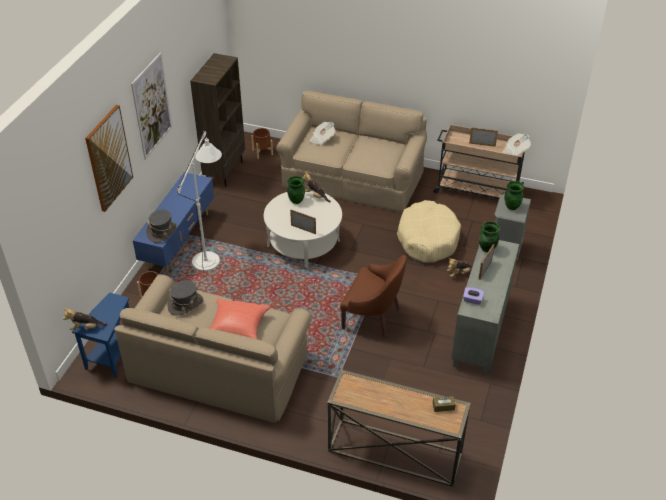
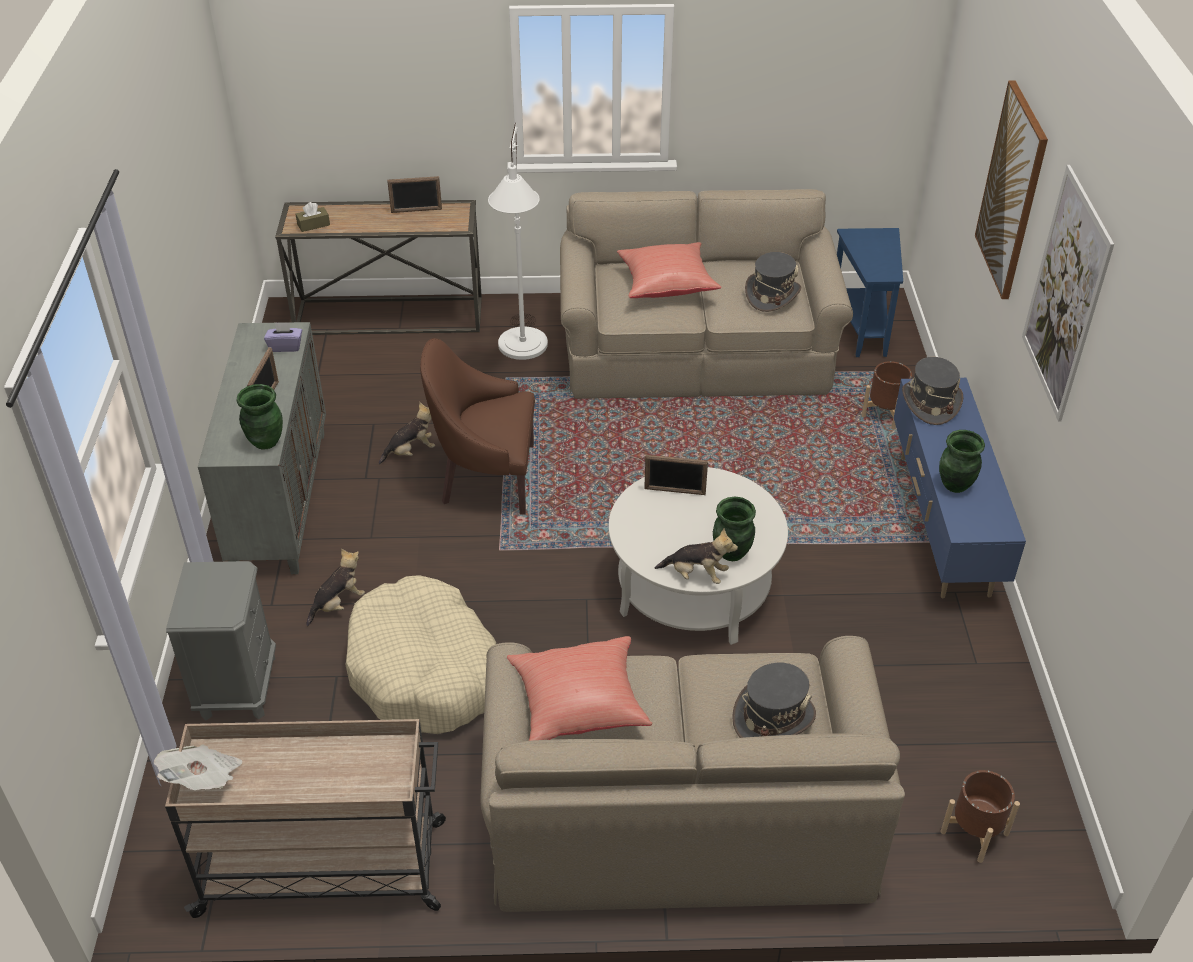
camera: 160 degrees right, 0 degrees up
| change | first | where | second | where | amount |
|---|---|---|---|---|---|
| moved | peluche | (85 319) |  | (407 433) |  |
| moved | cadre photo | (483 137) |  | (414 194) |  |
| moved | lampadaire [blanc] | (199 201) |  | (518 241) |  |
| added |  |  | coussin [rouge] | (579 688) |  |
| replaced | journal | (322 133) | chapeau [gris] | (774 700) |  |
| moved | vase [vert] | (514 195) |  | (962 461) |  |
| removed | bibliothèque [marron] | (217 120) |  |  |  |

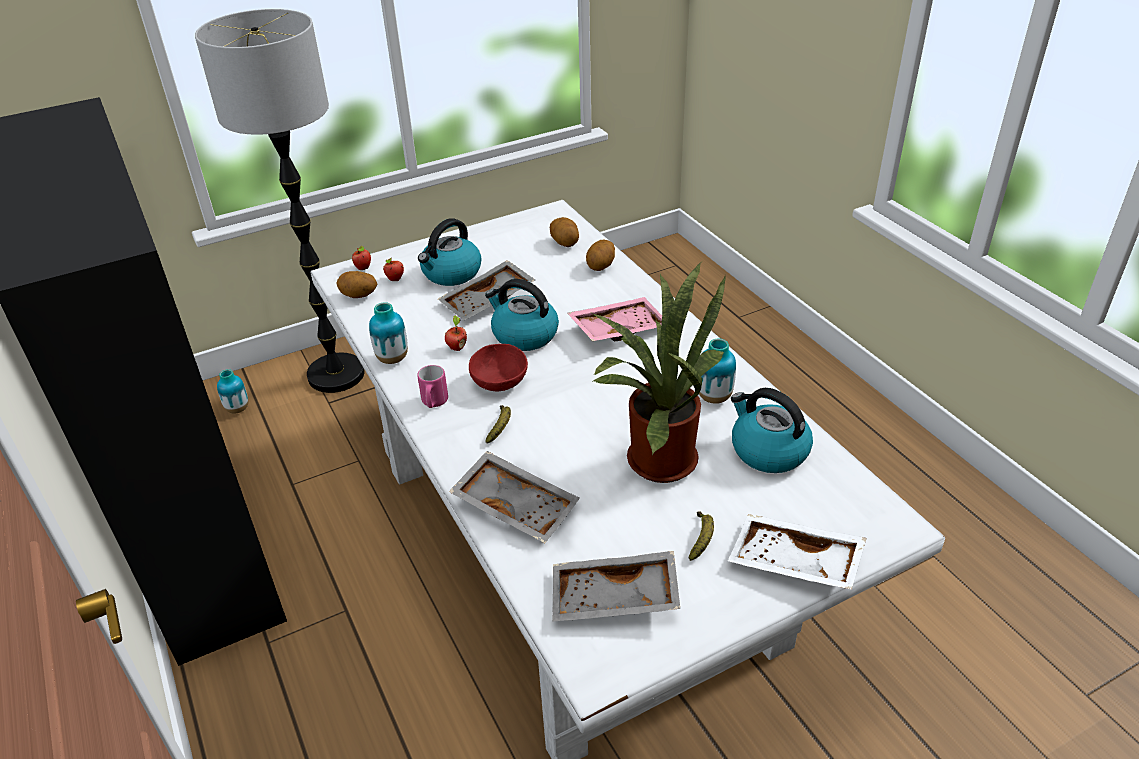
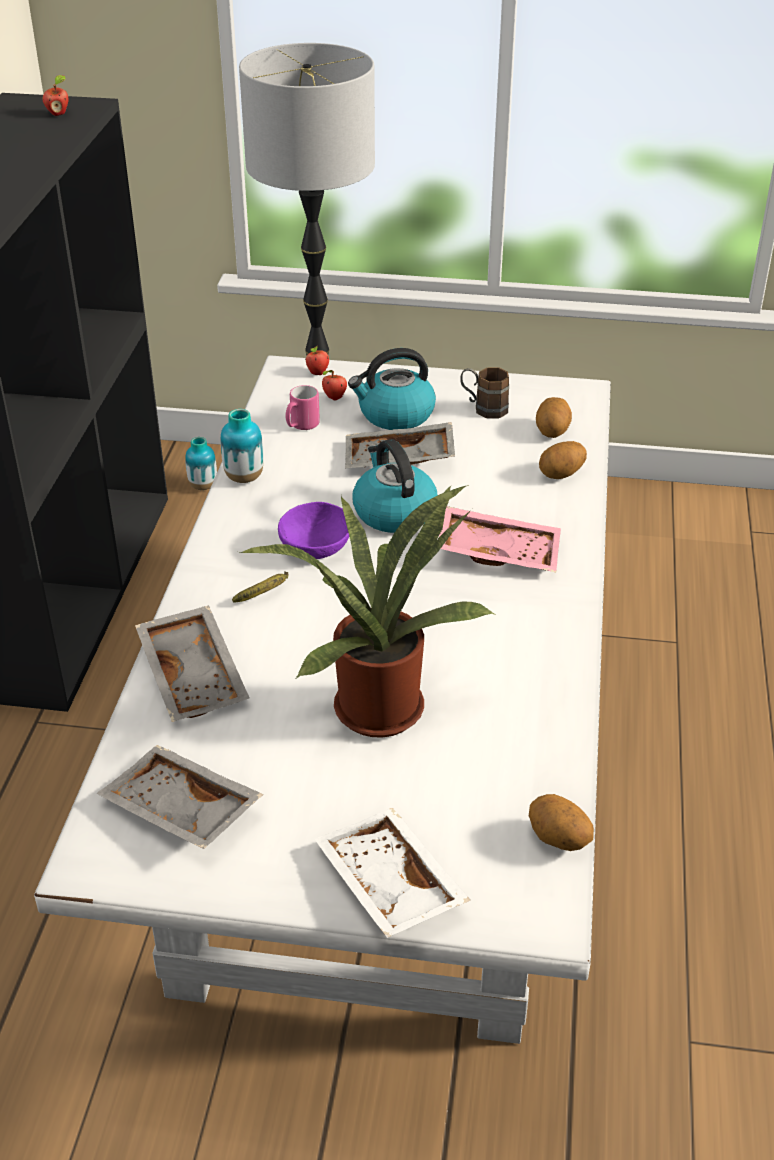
camera: 35 degrees right, 0 degrees up
| change | first | where | second | where | amount |
|---|---|---|---|---|---|
| moved | pomme | (456 333) |  | (55 95) |  |
| recoloured | bol [rouge] | (498 367) | bol [violet] | (313 530) |  |
| moved | mug [rose] | (432 386) |  | (302 407) |  |
| added |  |  | mug [marron] | (484 393) |  |
| moved | pomme de terre | (357 284) |  | (561 822) |  |
| removed | banane | (701 536) |  |  |  |
| removed | vase | (717 371) |  |  |  |
| removed | bouilloire | (772 430) |  |  |  |

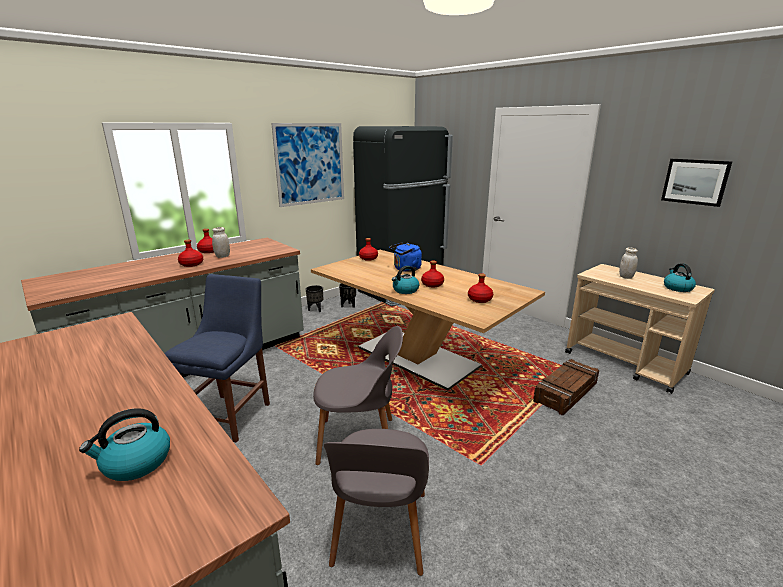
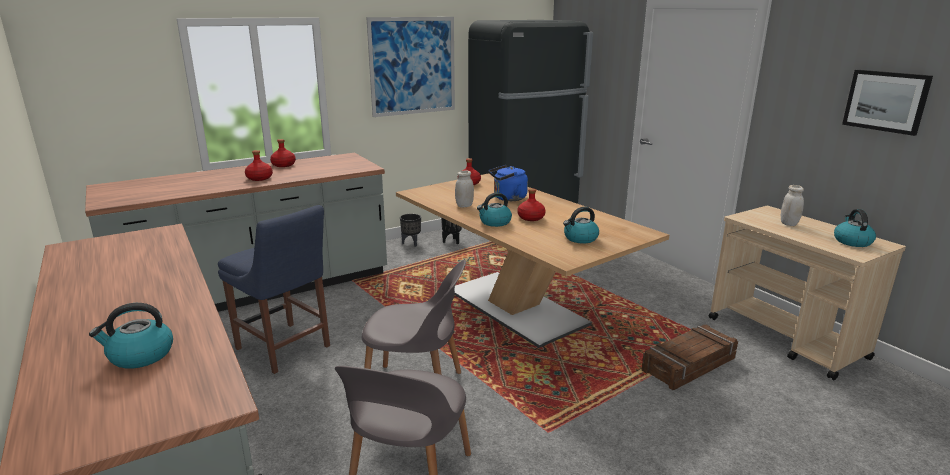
camera: 10 degrees right, 0 degrees up
| change | first | where | second | where | amount |
|---|---|---|---|---|---|
| turned | chaise [bleu] | (217 358) |  | (274 289) | 105 degrees clockwise |
| moved | bocal [blanc] | (221 242) |  | (464 189) |  |
| replaced | bouteille [rouge] | (480 288) | bouilloire | (581 225) |  |

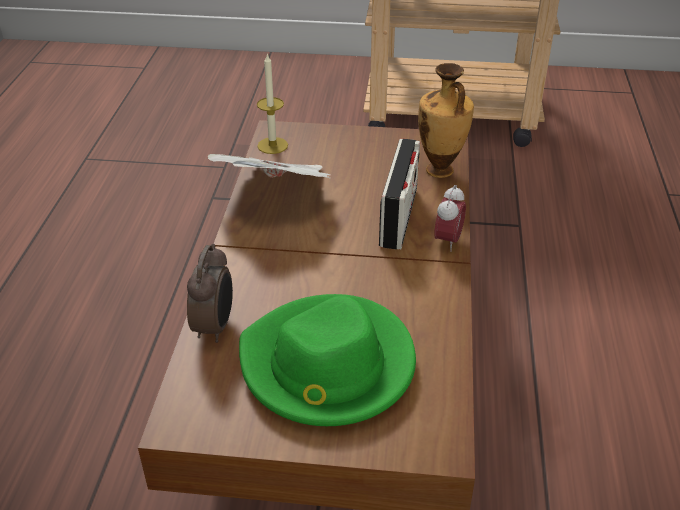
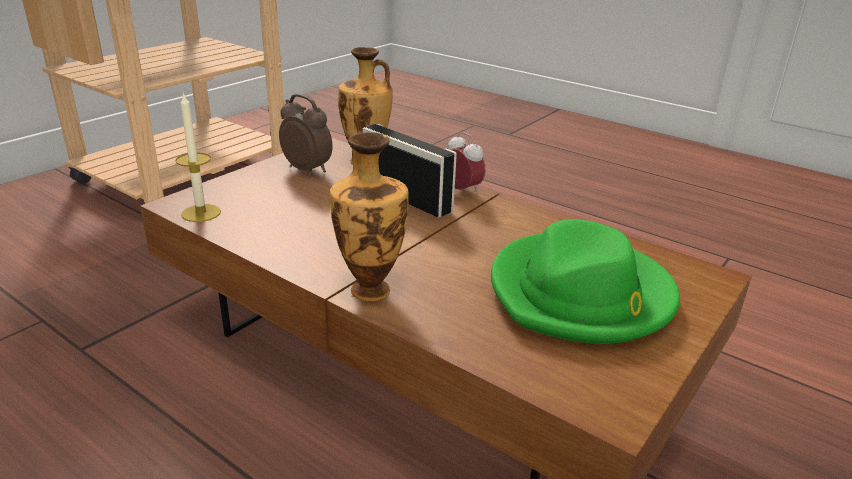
camera: 60 degrees left, 10 degrees down
| change | first | where | second | where | amount |
|---|---|---|---|---|---|
| moved | réveil | (210 293) |  | (306 134) |  |
| added |  |  | vase | (369 217) |  |
| removed | journal | (268 166) |  |  |  |

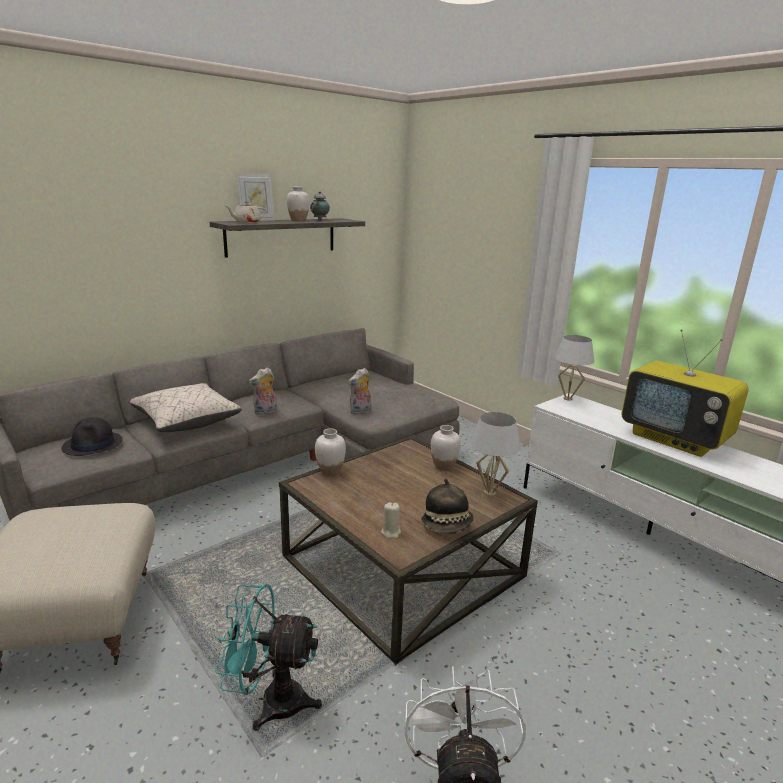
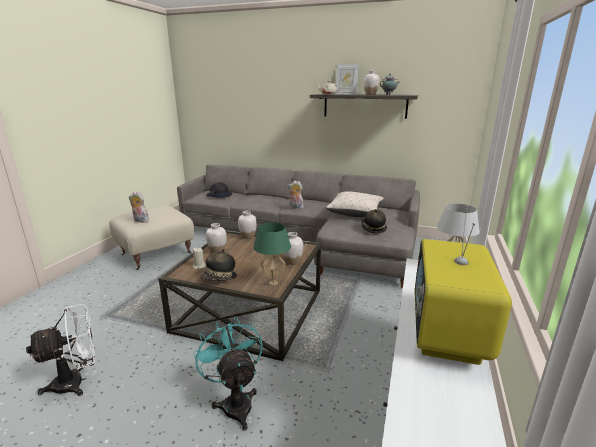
camera: 60 degrees right, 0 degrees up
| change | first | where | second | where | amount |
|---|---|---|---|---|---|
| moved | peluche | (359 391) |  | (139 207) |  |
| moved | ventilateur [turquoise] | (268 657) |  | (228 373) |  |
| added |  |  | vase [blanc] | (216 238) |  |
| recoloured | lampe de table [blanc] | (495 454) | lampe de table [vert] | (272 254) |  |
| moved | coussin [beige] | (186 407) |  | (355 204) |  |
| added |  |  | chapeau | (374 221) |  |

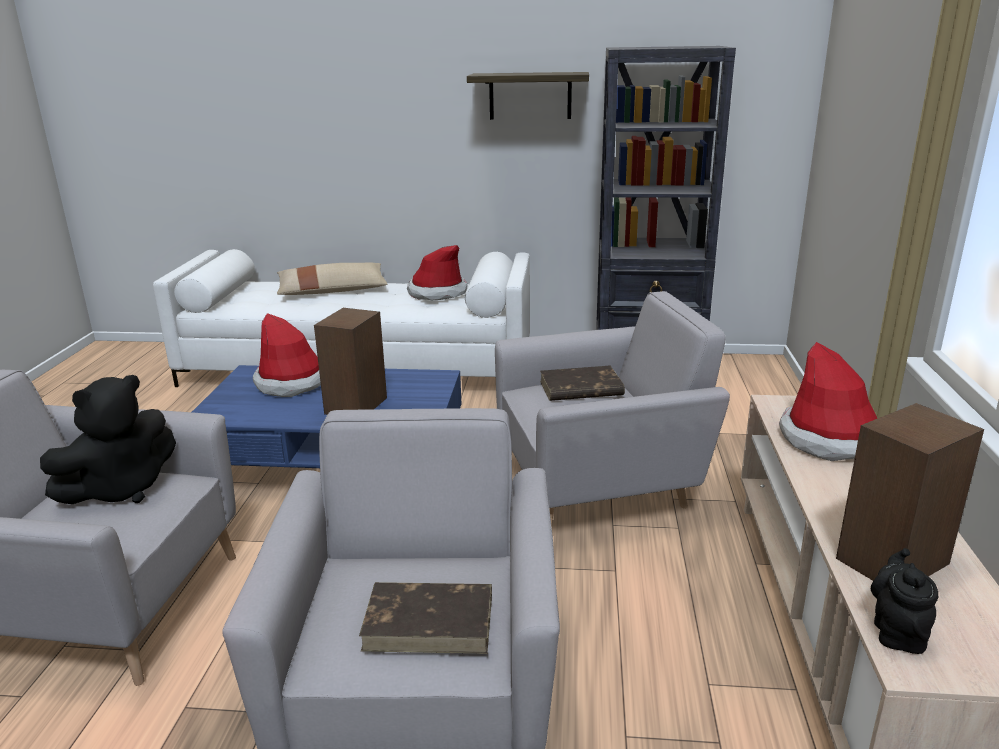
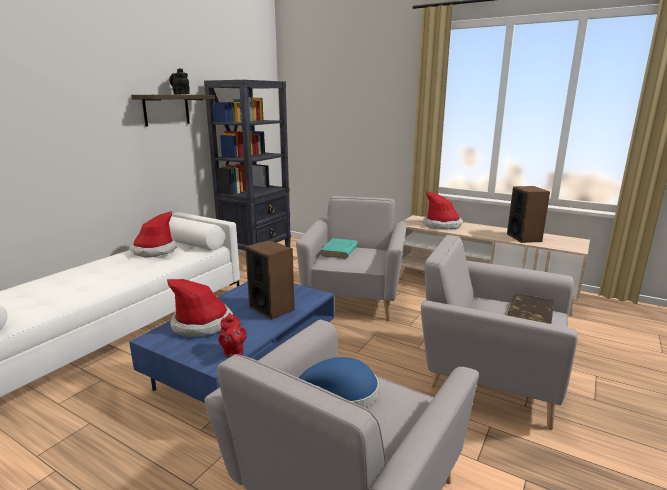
camera: 65 degrees left, 5 degrees down
| change | first | where | second | where | amount |
|---|---|---|---|---|---|
| moved | théière [noir] | (904 601) |  | (179 81) |  |
| added |  |  | théière [rouge] | (232 335) |  |
| replaced | peluche [noir] | (108 439) | chapeau [bleu] | (339 382) |  |
| recoloured | livre [marron] | (582 383) | livre [turquoise] | (339 248) |  |
| removed | coussin [beige] | (332 279) |  |  |  |

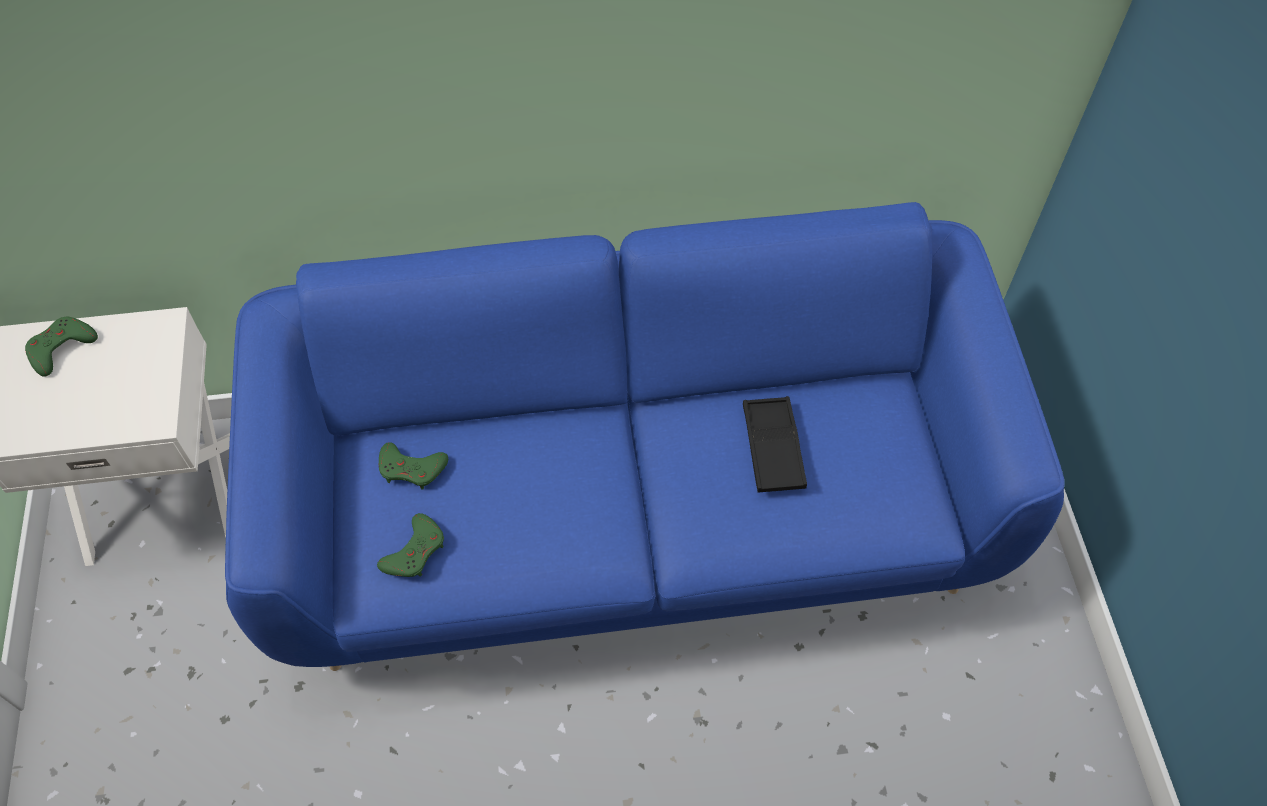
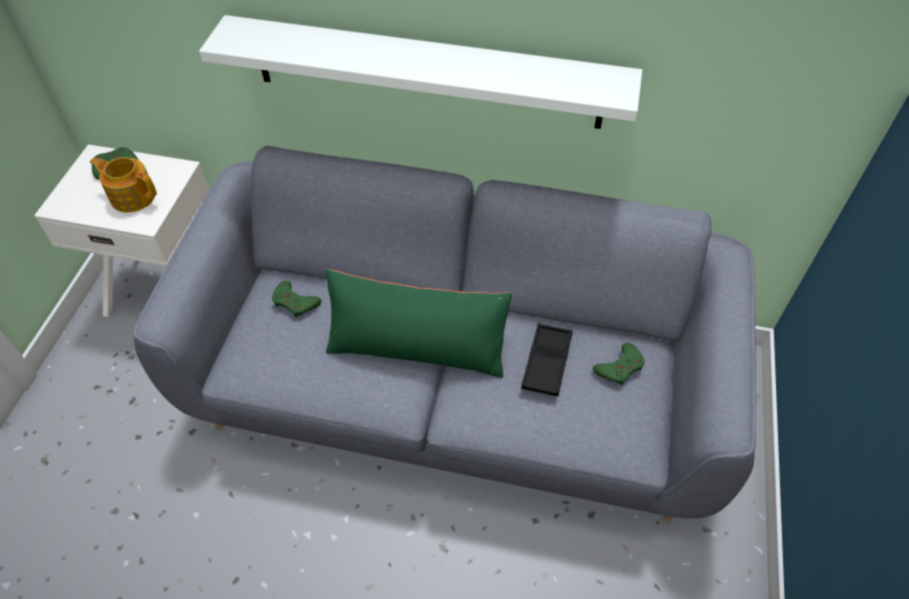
camera: 20 degrees right, 5 degrees down
| change | first | where | second | where | amount |
|---|---|---|---|---|---|
| added |  |  | théière | (123 184) |  |
| recoloured | canapé [bleu] | (645 436) | canapé [gris] | (444 334) |  |
| added |  |  | étagère [blanc] | (420 72) |  |
| added |  |  | coussin [vert] | (419 323) |  |
| moved | manette [vert] | (410 545) |  | (618 364) |  |

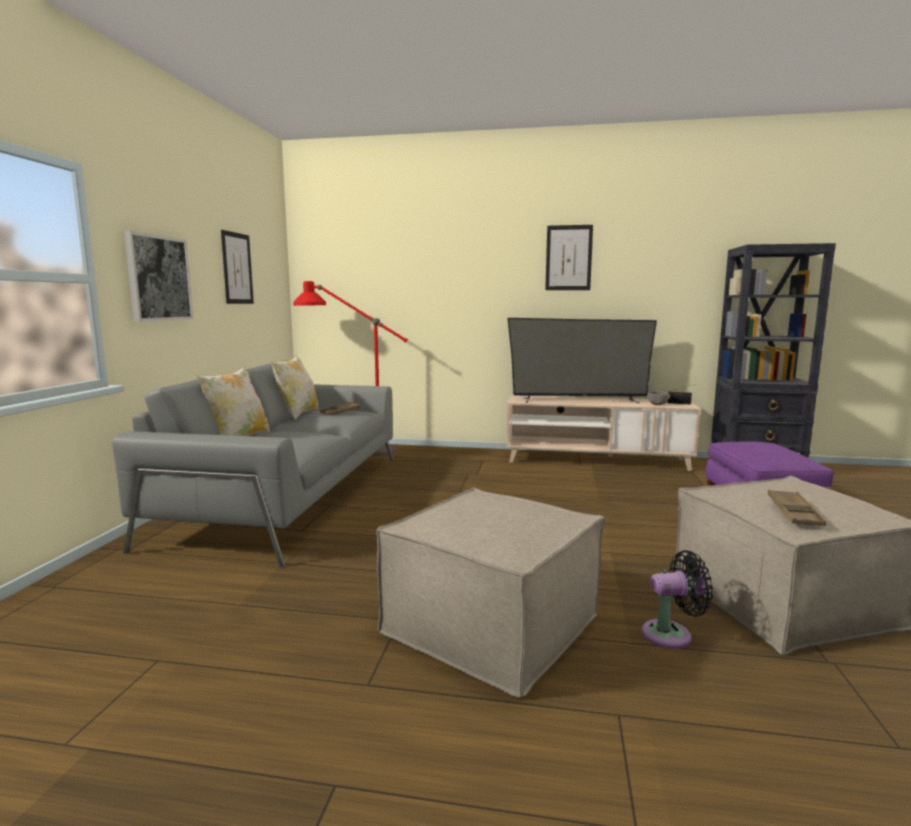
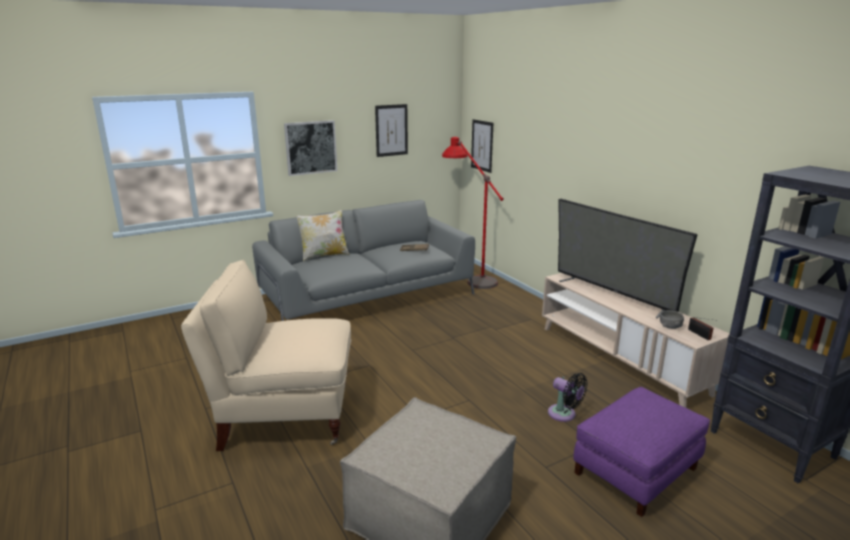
camera: 50 degrees right, 10 degrees up
| change | first | where | second | where | amount |
|---|---|---|---|---|---|
| replaced | pouf [beige] | (490 592) | fauteuil [beige] | (266 355) |  |
| moved | tableau | (569 257) |  | (482 146) |  |
| moved | ventilateur [noir] | (677 599) |  | (568 397) |  |
| removed | coussin | (294 387) |  |  |  |
| removed | plateau [marron] | (797 508) |  |  |  |

